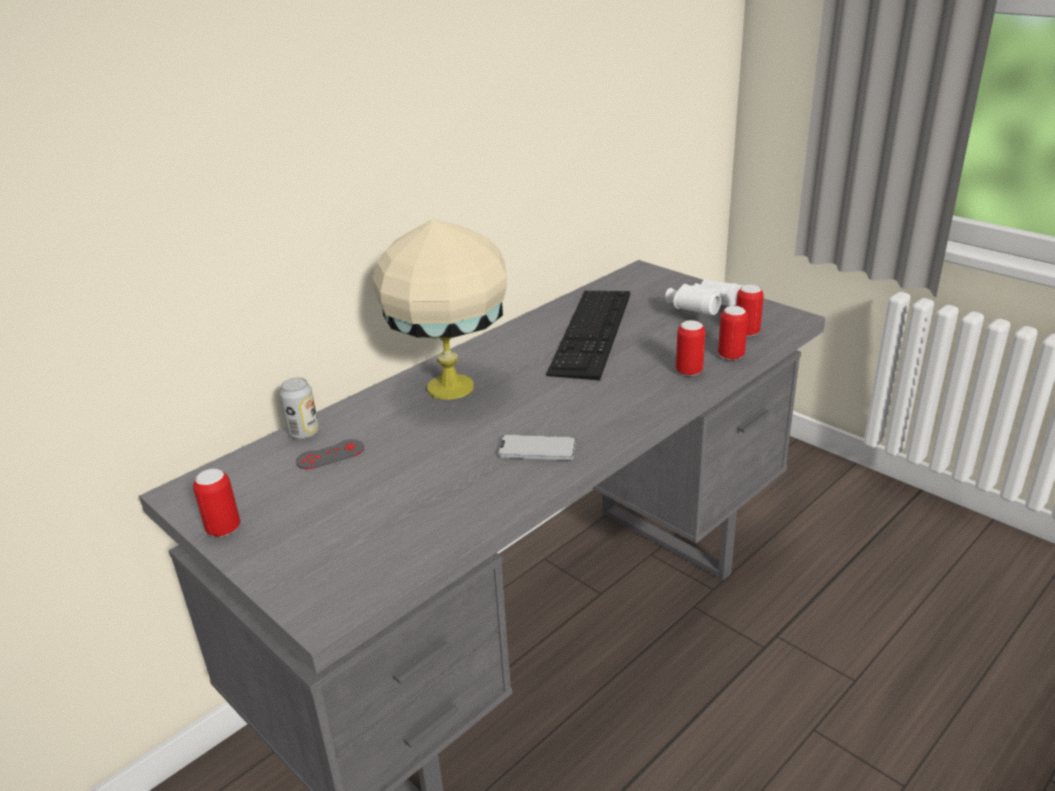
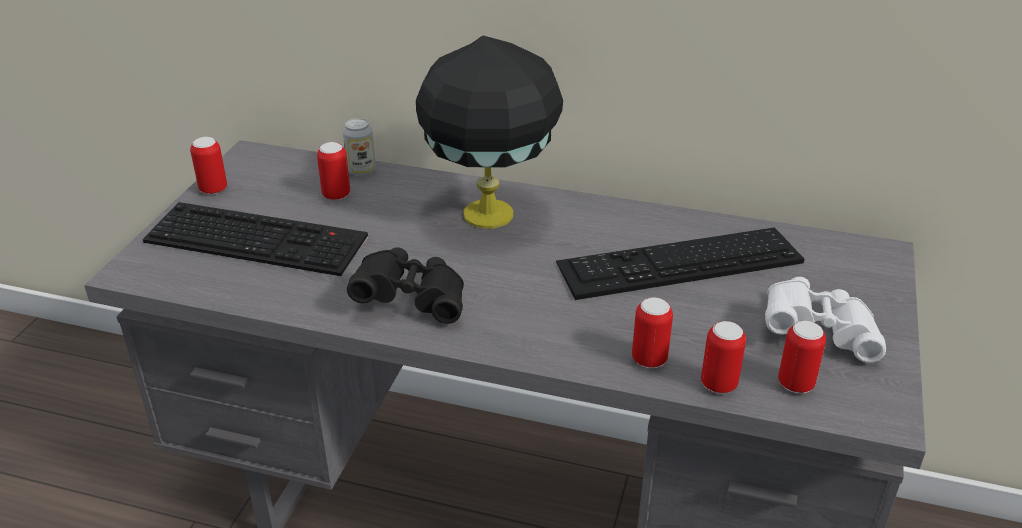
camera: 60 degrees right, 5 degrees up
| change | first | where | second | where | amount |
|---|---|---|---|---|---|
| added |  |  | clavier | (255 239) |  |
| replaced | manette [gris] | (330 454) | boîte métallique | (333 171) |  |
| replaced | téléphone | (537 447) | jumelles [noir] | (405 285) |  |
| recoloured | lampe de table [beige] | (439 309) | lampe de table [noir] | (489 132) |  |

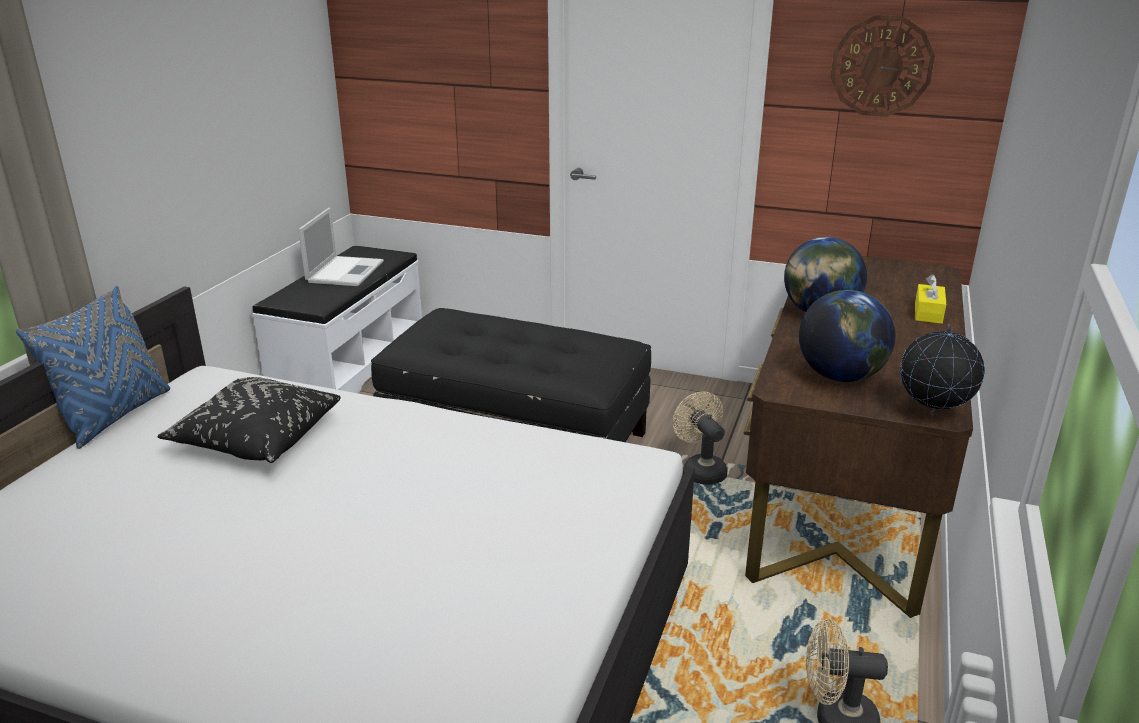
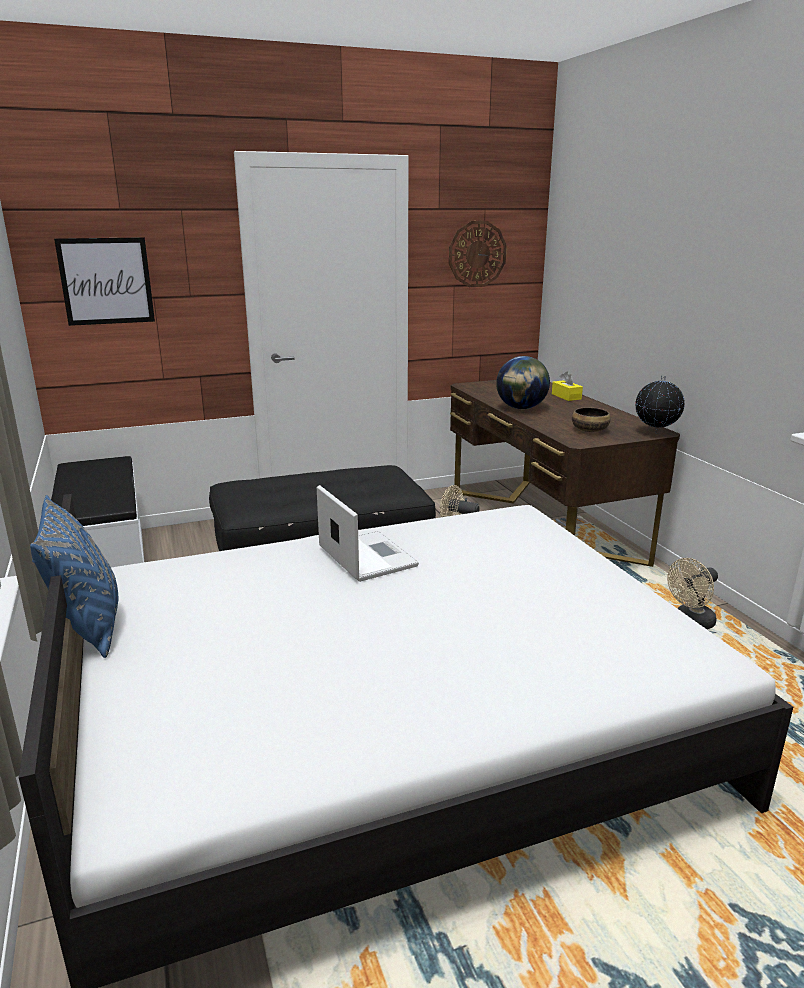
camera: 40 degrees left, 5 degrees down
| change | first | where | second | where | amount |
|---|---|---|---|---|---|
| added |  |  | tableau | (104 281) |  |
| moved | ordinateur portable | (341 247) |  | (368 533) |  |
| replaced | globe | (847 336) | bol | (591 419) |  |
| removed | coussin [noir] | (249 420) |  |  |  |

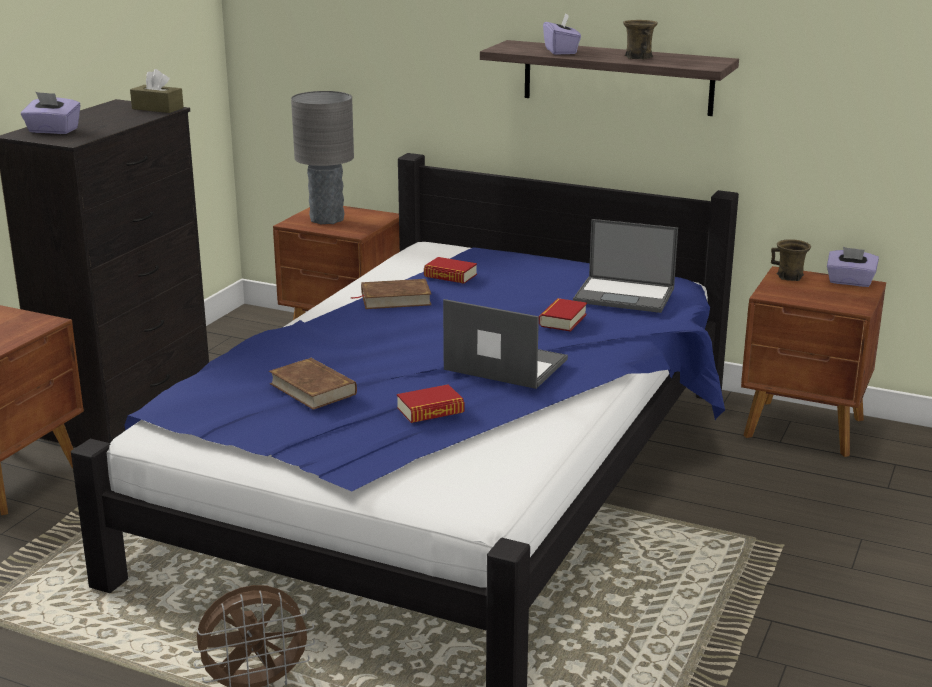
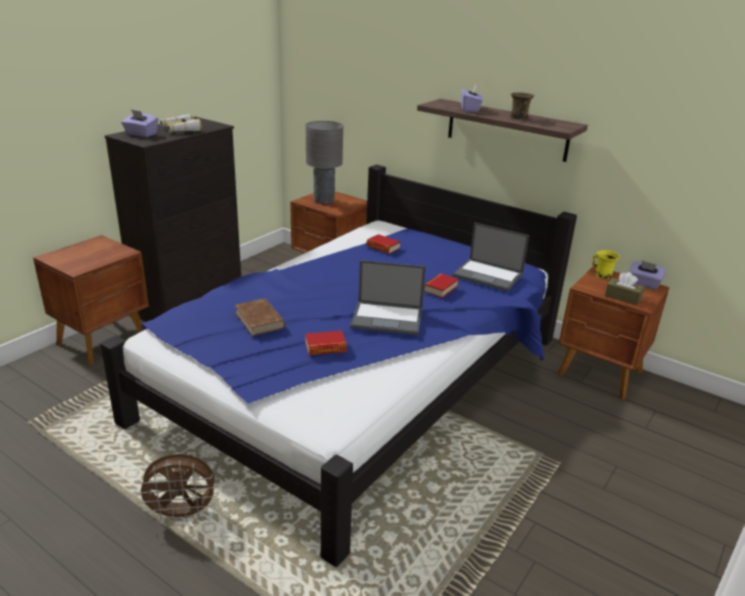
camera: 10 degrees right, 5 degrees up
| change | first | where | second | where | amount |
|---|---|---|---|---|---|
| added |  |  | jumelles | (181 123) |  |
| turned | ordinateur portable | (505 344) |  | (388 297) | 150 degrees clockwise |
| recoloured | mug [marron] | (791 260) | mug [jaune] | (606 264) |  |
| moved | boîte à mouchoirs [marron] | (157 91) |  | (625 288) |  |
| removed | livre [marron] | (390 294) |  |  |  |

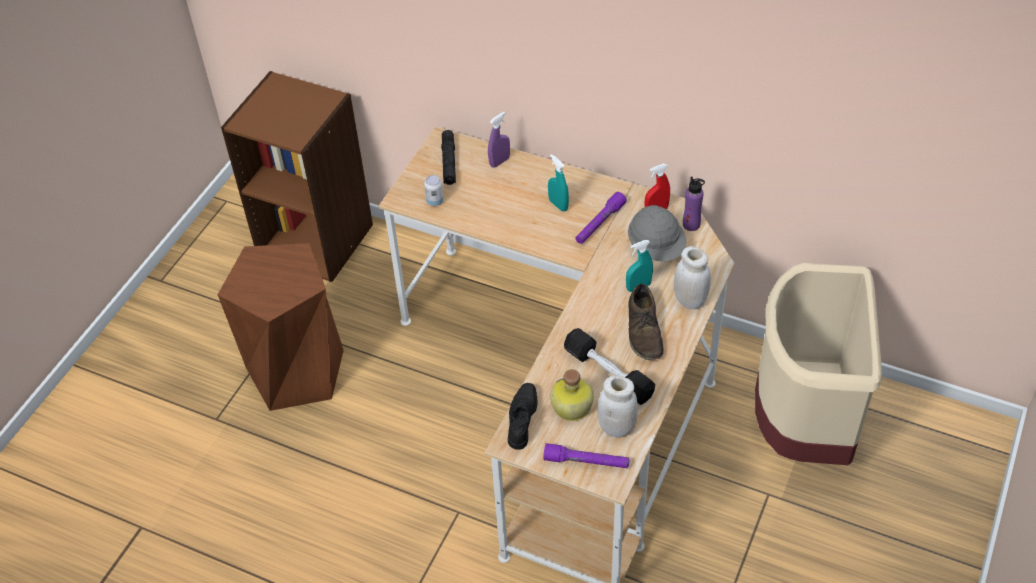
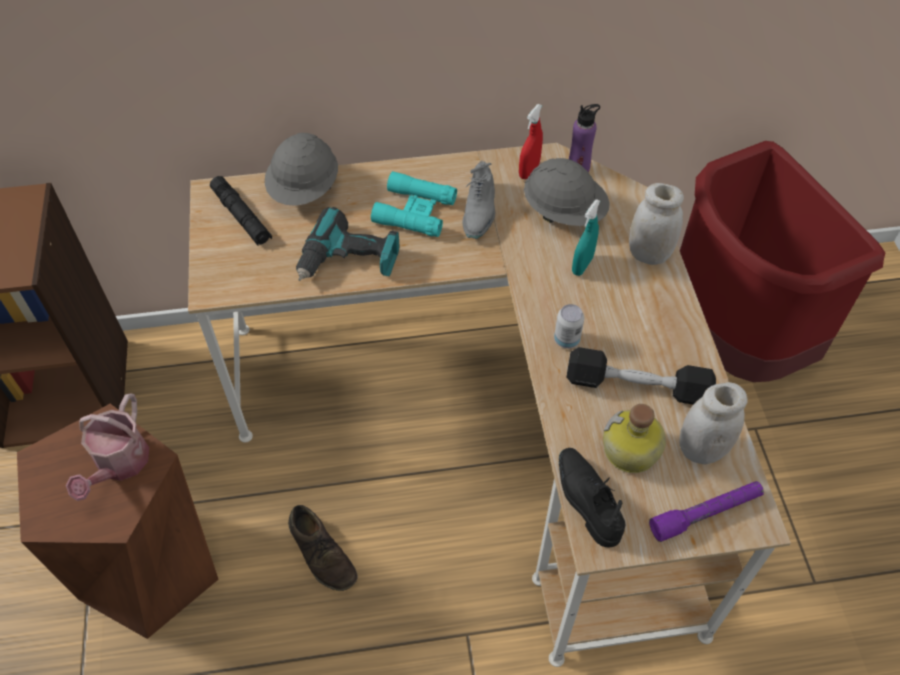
camera: 35 degrees left, 5 degrees up
| change | first | where | second | where | amount |
|---|---|---|---|---|---|
| added |  |  | arrosoir | (107 447) |  |
| replaced | vaporisateur [violet] | (499 140) | casque de chantier [gris] | (301 169) |  |
| moved | chaussure [marron] | (646 322) |  | (323 548) |  |
| added |  |  | perceuse | (347 244) |  |
| replaced | vaporisateur [turquoise] | (558 183) | jumelles [turquoise] | (414 204) |  |
| replaced | lampe de poche [violet] | (601 218) | chaussure [gris] | (478 200) |  |
| moved | boîte métallique | (434 190) |  | (569 326) |  |
| recoloured | poubelle [beige] | (818 364) | poubelle [rouge] | (782 261) |  |

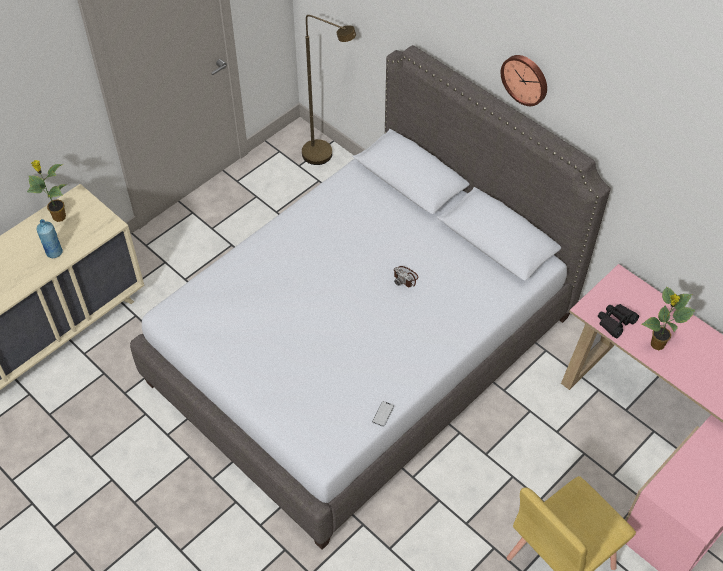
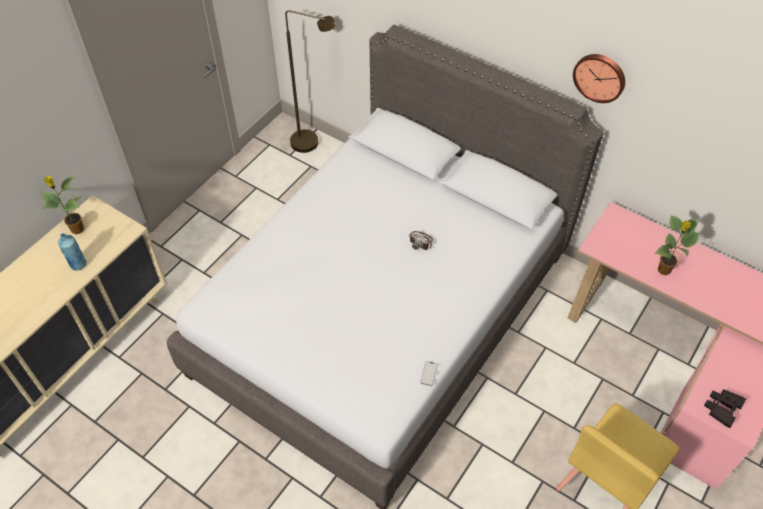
camera: 10 degrees left, 0 degrees up
| change | first | where | second | where | amount |
|---|---|---|---|---|---|
| moved | horloge murale | (524 80) |  | (599 78) |  |
| moved | jumelles [noir] | (618 321) |  | (725 408) |  |

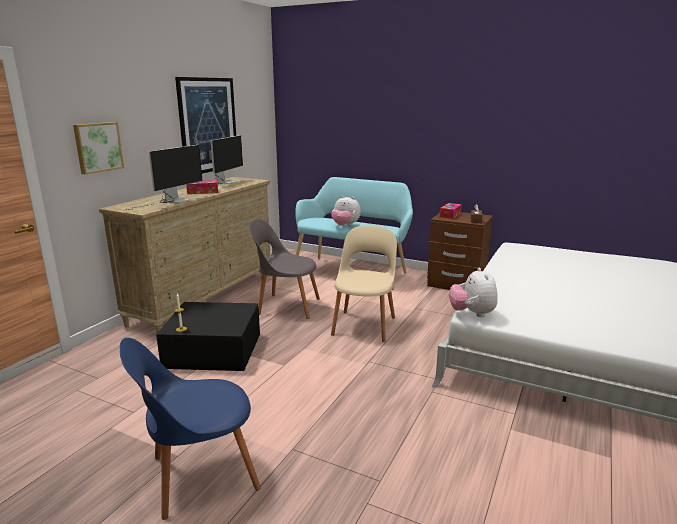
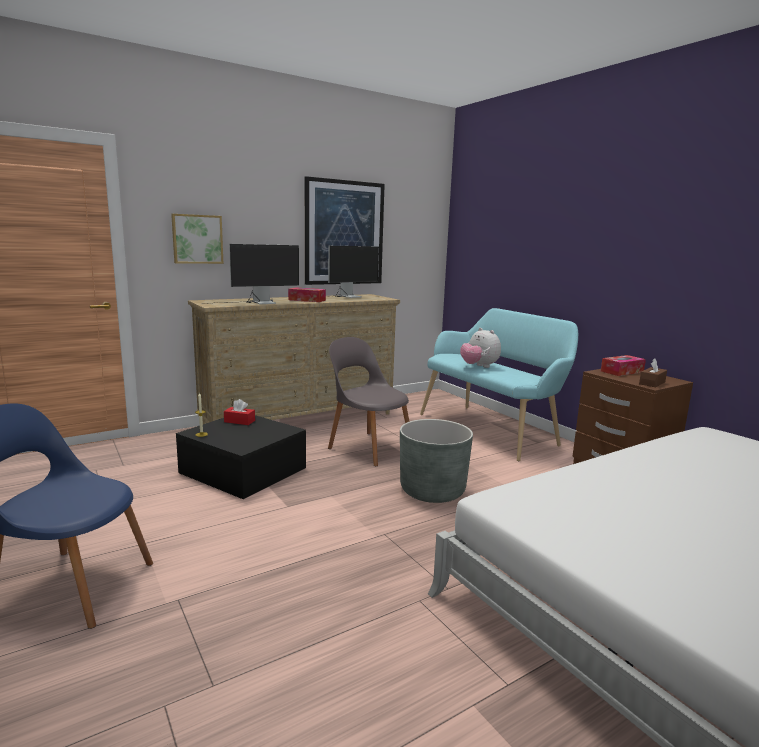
camera: 30 degrees right, 5 degrees down
| change | first | where | second | where | amount |
|---|---|---|---|---|---|
| added |  |  | boîte à mouchoirs [rouge] | (239 412) |  |
| replaced | chaise [beige] | (364 283) | cache-pot [gris] | (436 461) |  |
| removed | peluche | (473 292) |  |  |  |

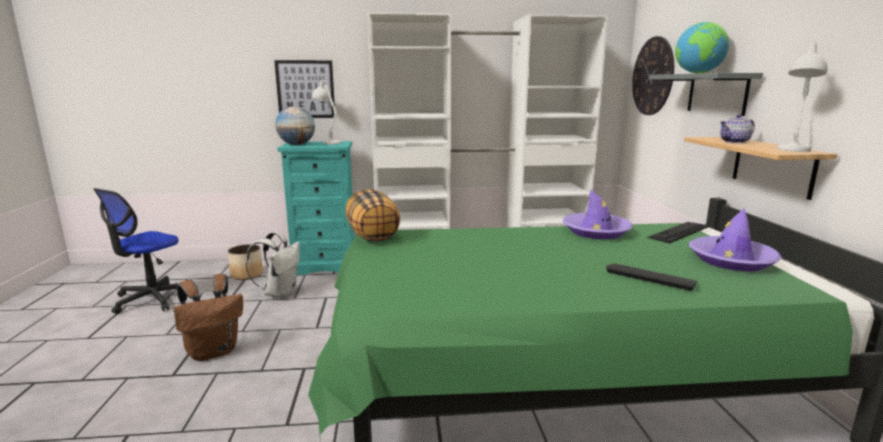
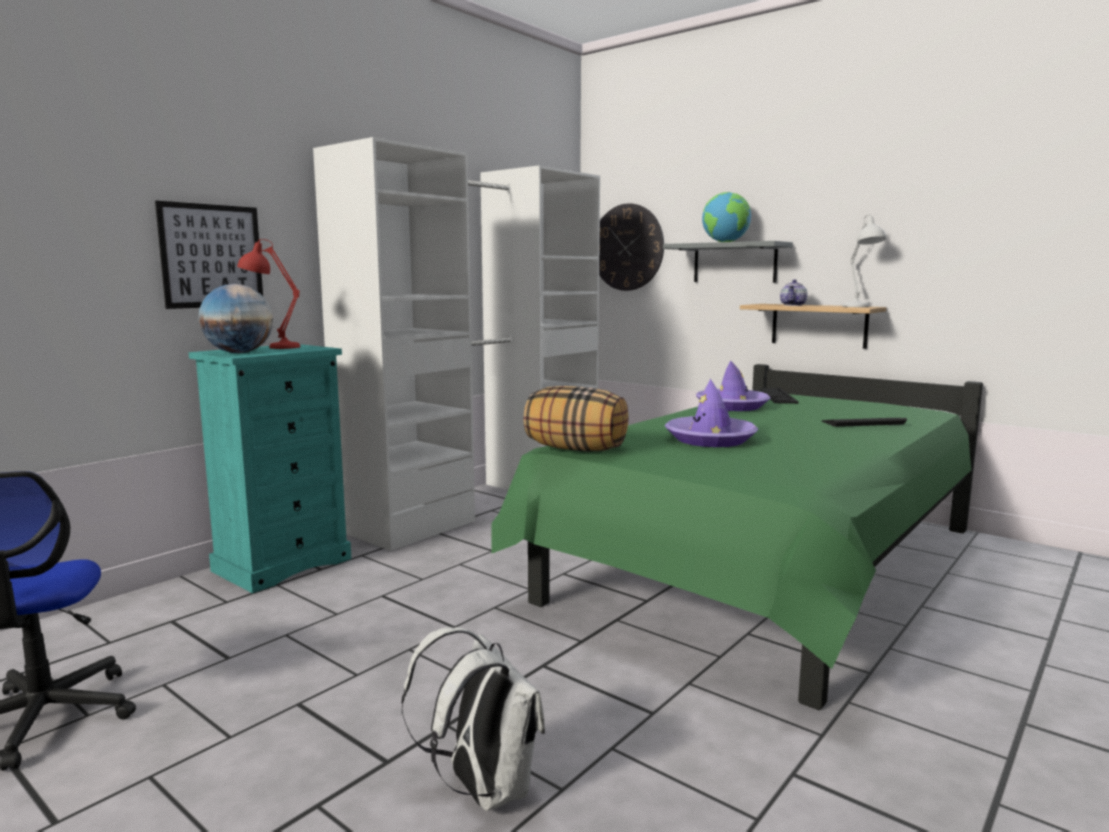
camera: 45 degrees left, 5 degrees down
| change | first | where | second | where | amount |
|---|---|---|---|---|---|
| recoloured | lampe de table [blanc] | (326 111) | lampe de table [rouge] | (269 294) |  |
| moved | sac à dos [blanc] | (273 265) |  | (473 719) |  |
| moved | chapeau [violet] | (735 239) |  | (711 413) |  |
| removed | sac à dos [marron] | (208 317) |  |  |  |
| removed | cache-pot | (245 262) |  |  |  |

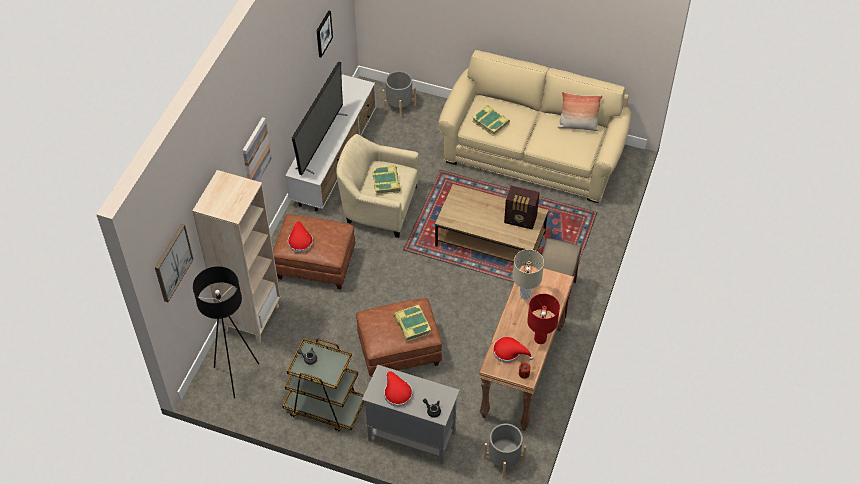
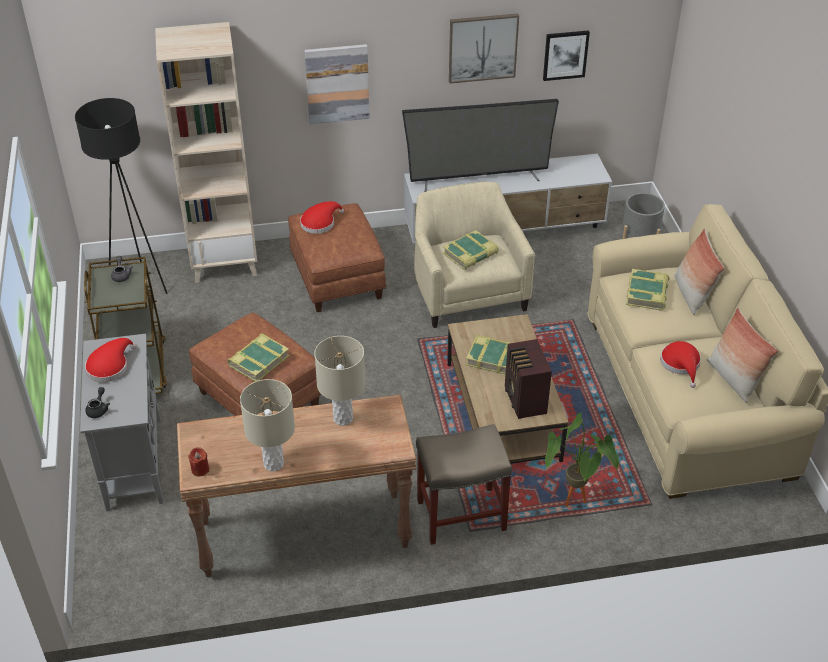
camera: 60 degrees right, 10 degrees down
| change | first | where | second | where | amount |
|---|---|---|---|---|---|
| recoloured | lampe de table [rouge] | (543 319) | lampe de table [beige] | (267 425) |  |
| moved | tableau | (174 263) |  | (484 49) |  |
| added |  |  | livre | (488 354) |  |
| added |  |  | plante en pot | (582 460) |  |
| moved | chapeau [rouge] | (513 350) |  | (680 364) |  |
| added |  |  | coussin | (699 272) |  |
| removed | cache-pot [gris] | (505 451) |  |  |  |

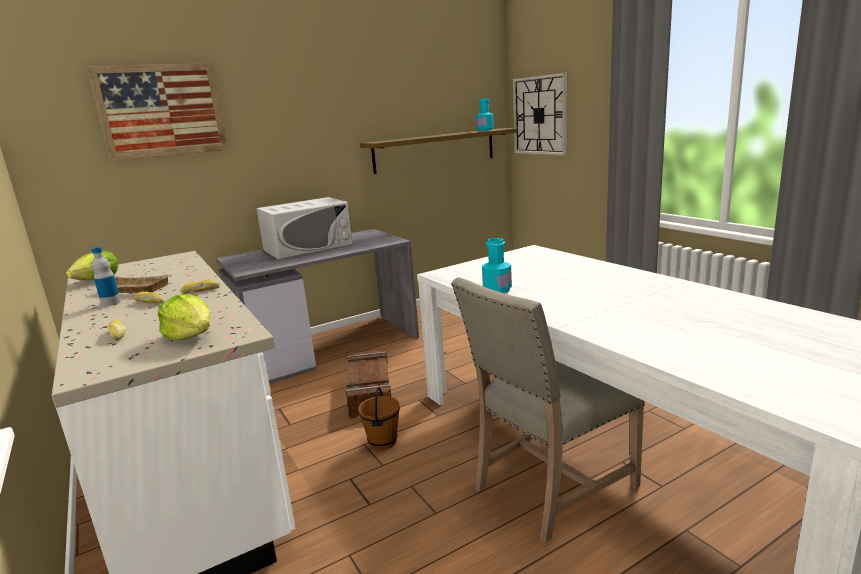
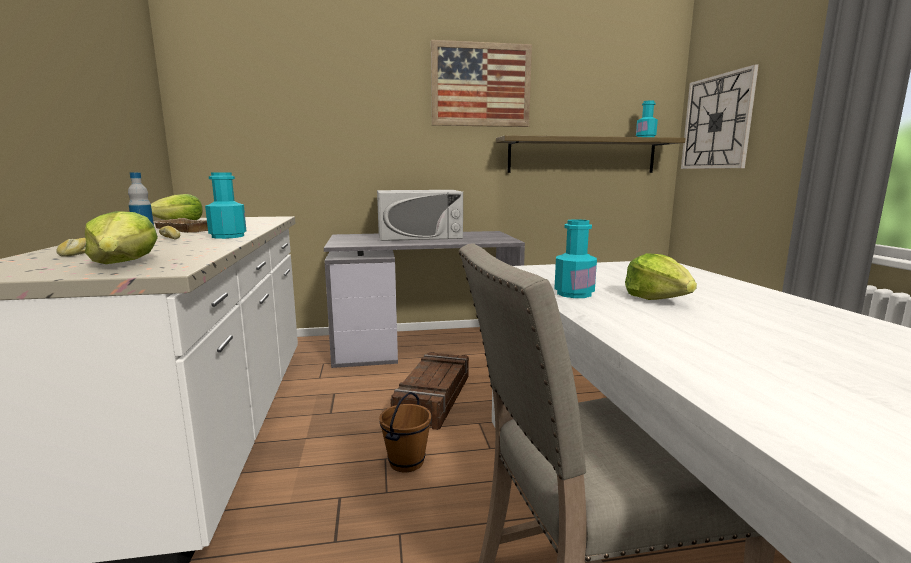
camera: 20 degrees right, 5 degrees down
| change | first | where | second | where | amount |
|---|---|---|---|---|---|
| replaced | pain | (200 287) | bouteille [turquoise] | (225 206) |  |
| moved | tableau | (157 112) |  | (481 83) |  |
| added |  |  | laitue | (661 276) |  |

